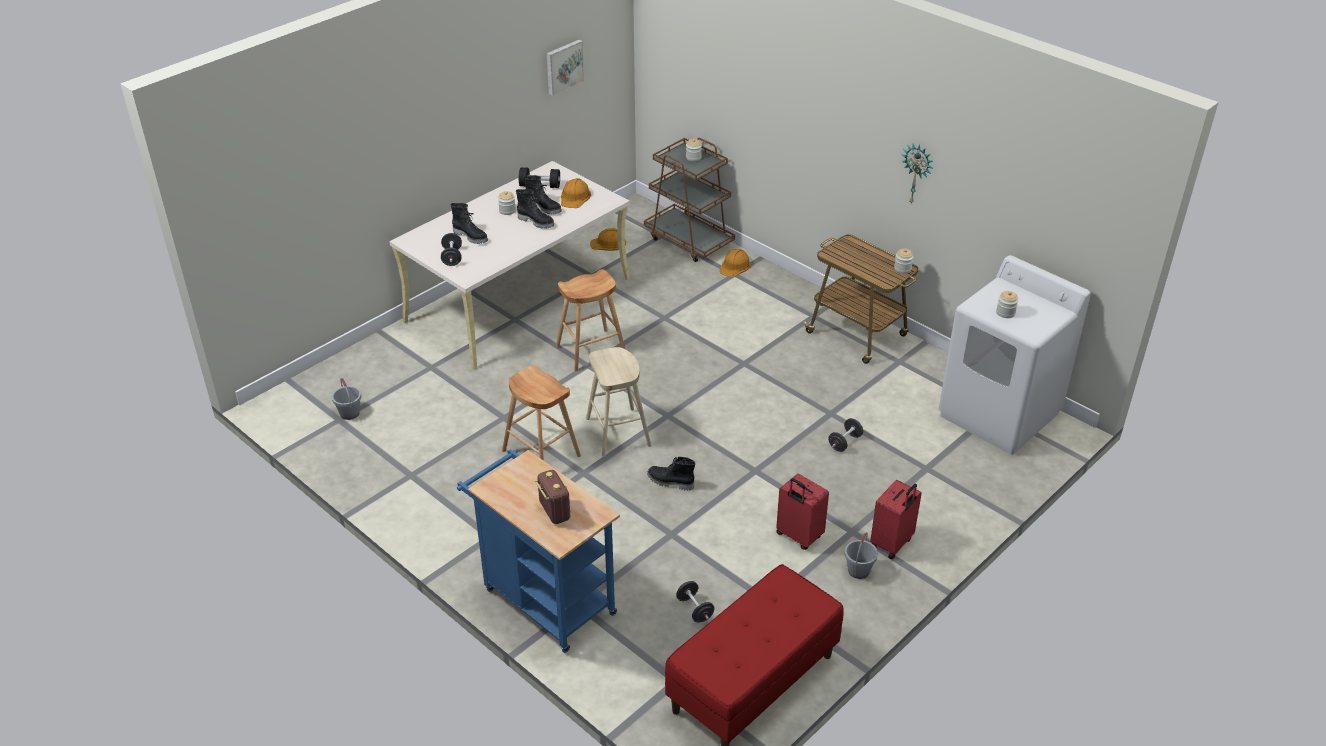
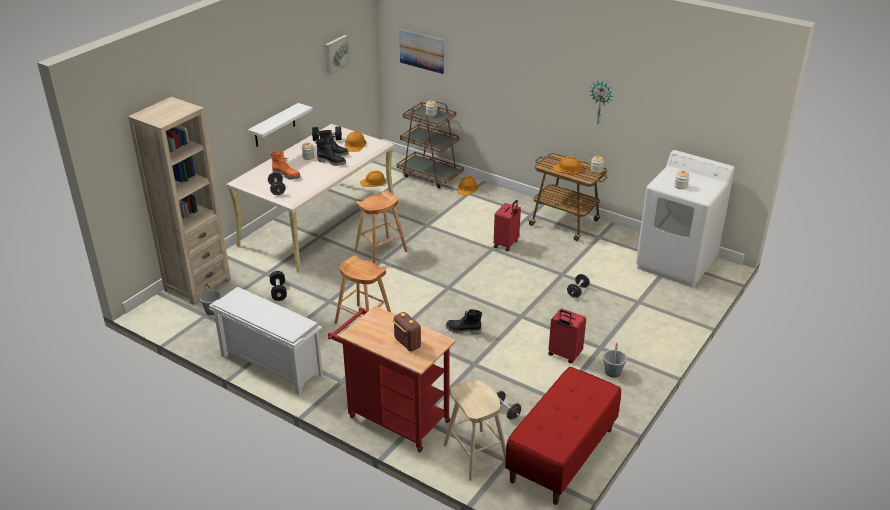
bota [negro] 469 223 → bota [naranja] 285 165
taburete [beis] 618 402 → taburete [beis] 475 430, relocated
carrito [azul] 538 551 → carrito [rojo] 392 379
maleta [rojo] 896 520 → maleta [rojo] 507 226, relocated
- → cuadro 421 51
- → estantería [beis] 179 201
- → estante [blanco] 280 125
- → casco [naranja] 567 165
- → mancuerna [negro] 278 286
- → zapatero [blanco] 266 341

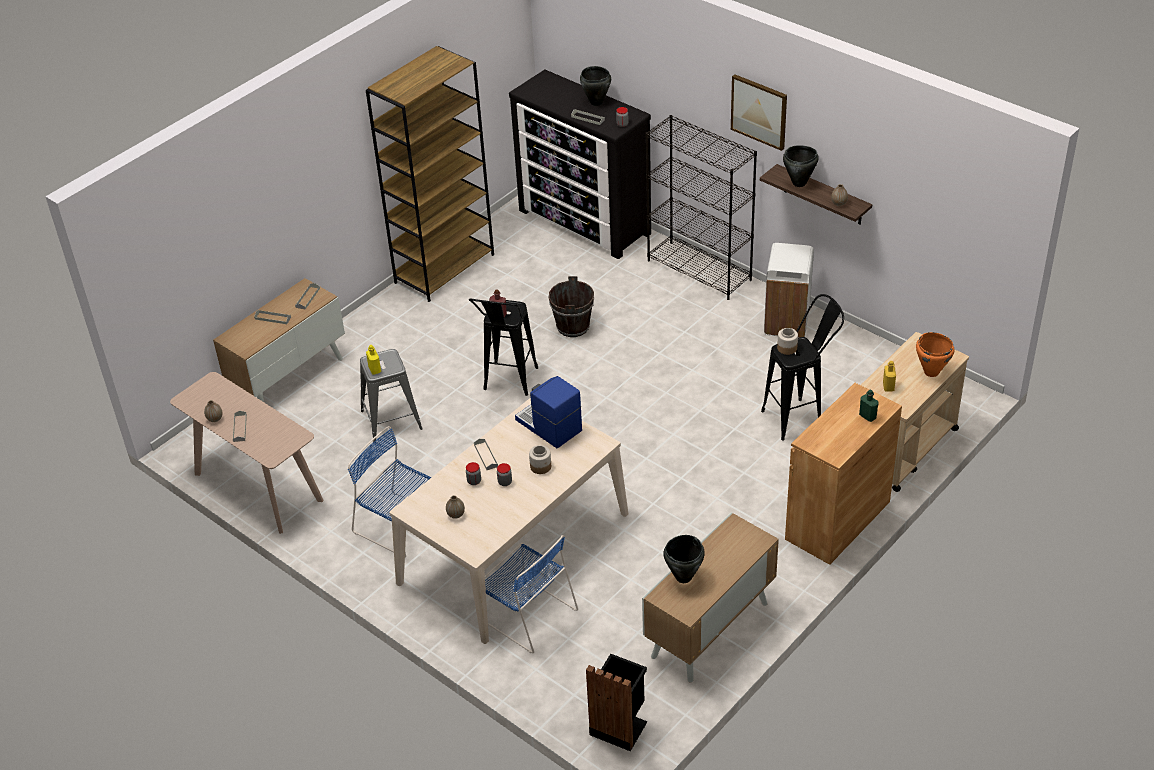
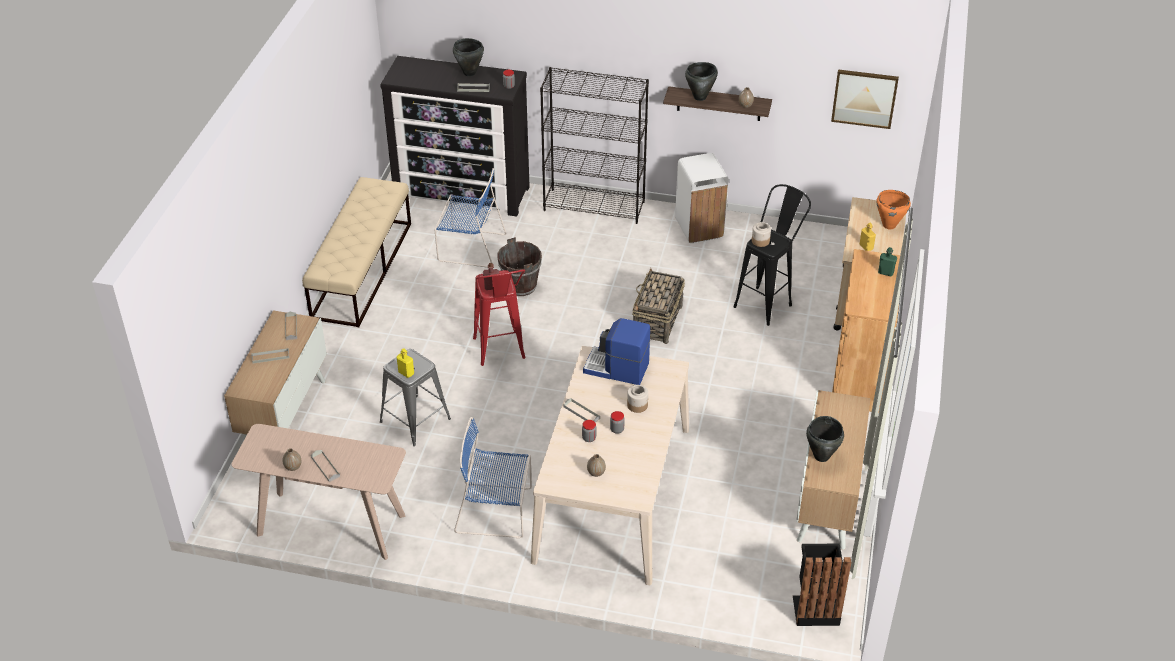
estantería [marrón] 430 174 → banco [beis] 356 252
cuadro 759 112 → cuadro 865 99, relocated
taburete [negro] 503 347 → taburete [rojo] 499 317
silla [azul] 531 594 → silla [azul] 470 218, relocated
- → cesta 658 306

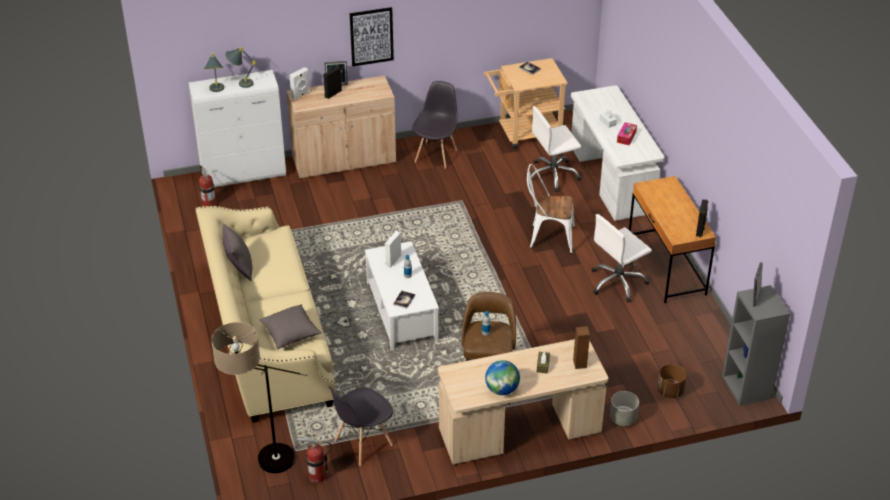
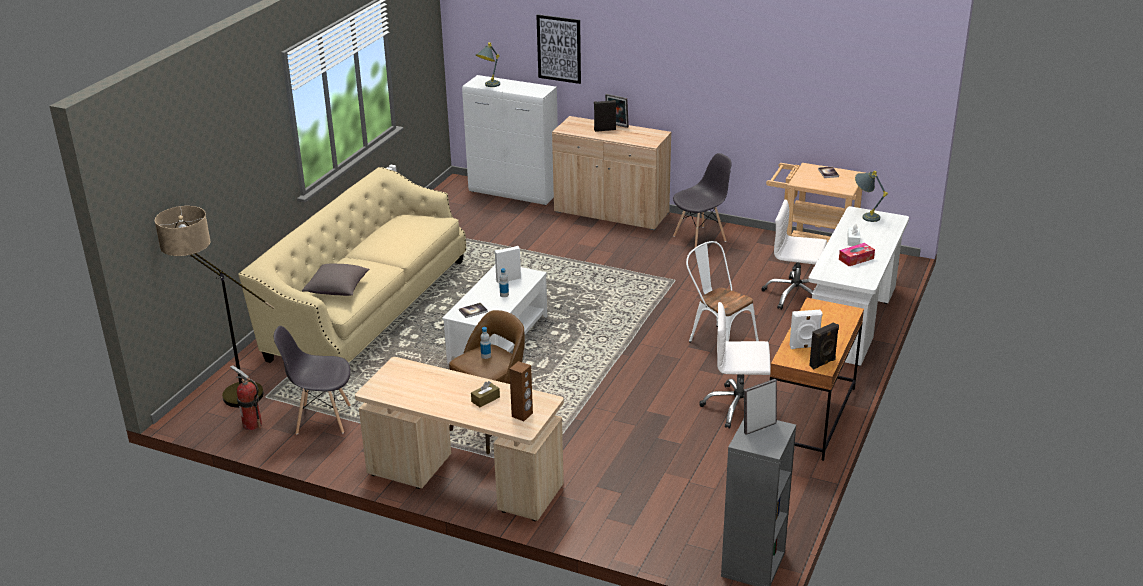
cuadro 372 36 → cuadro 558 49, relocated
lámpara de mesa [gris] 240 67 → lámpara de mesa [gris] 871 196, relocated
altavoz [blanco] 299 83 → altavoz [blanco] 806 329, relocated
extintor 207 185 → -
cojín [gris] 237 252 → -
globo terráqueo 502 377 → -
maceta [marrón] 672 381 → -
maceta [gris] 624 408 → -

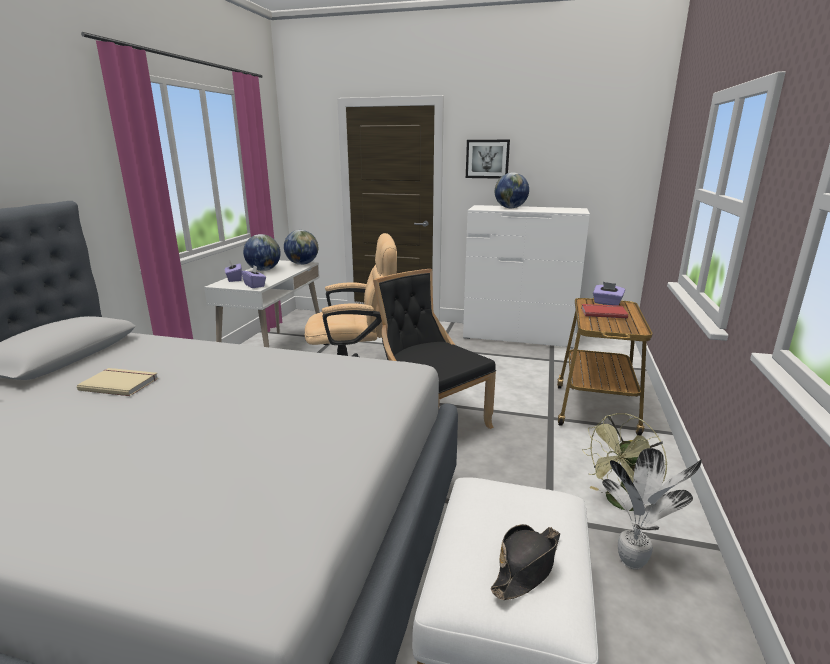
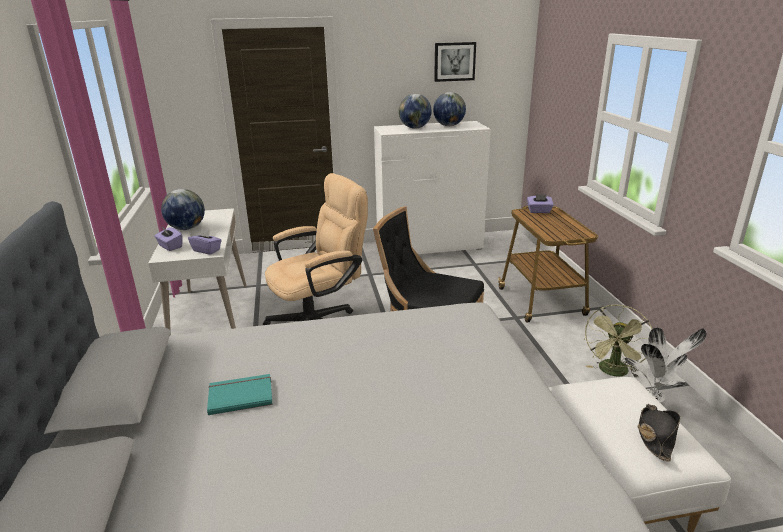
cuadro 488 159 → cuadro 455 62, relocated
globo terráqueo 301 247 → globo terráqueo 449 109, relocated
libro [rojo] 604 311 → -
libro [beis] 117 382 → libro [turquesa] 240 394

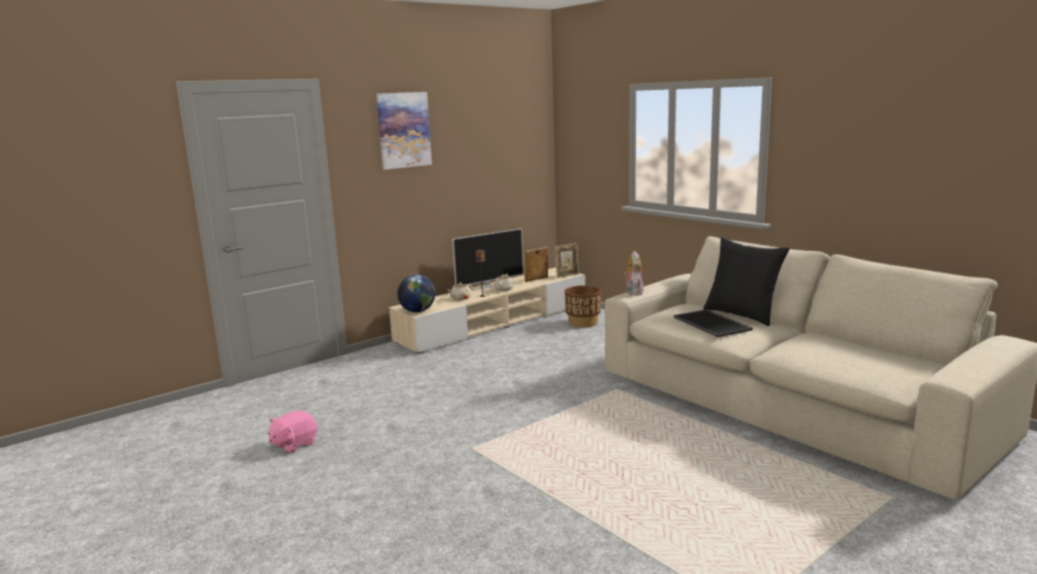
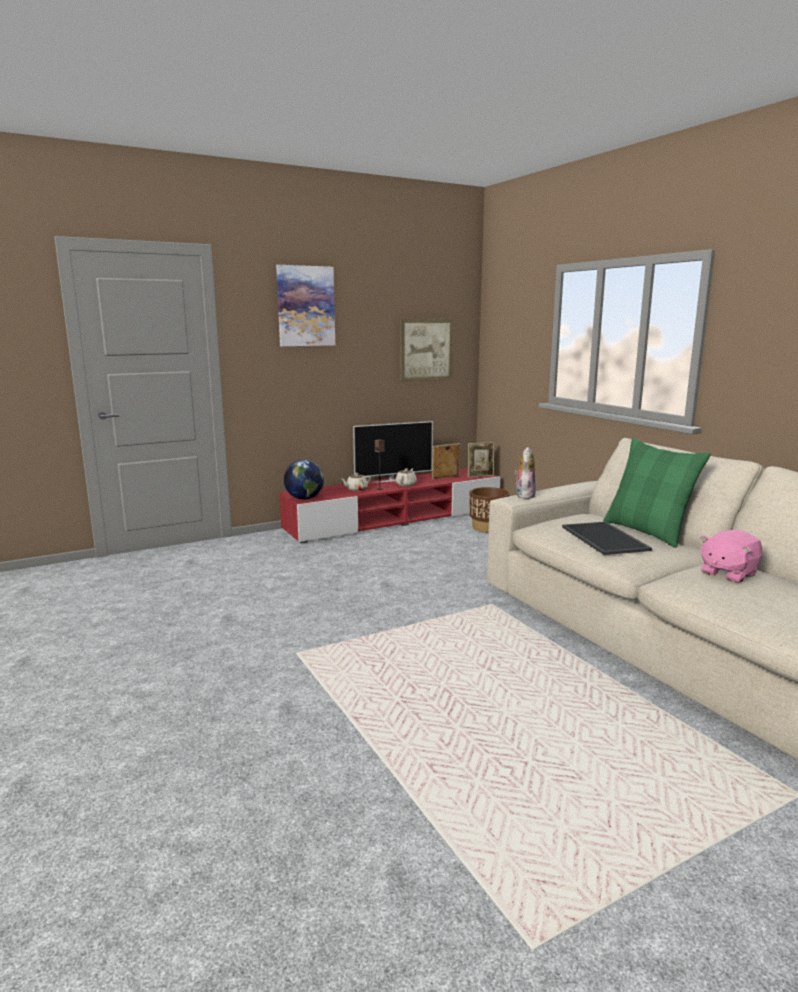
cojín [negro] 746 281 → cojín [verde] 657 493
mueble de televisión [beis] 487 311 → mueble de televisión [rojo] 389 505
peluche [rosa] 293 431 → peluche [rosa] 731 556, relocated
- → cuadro 427 350

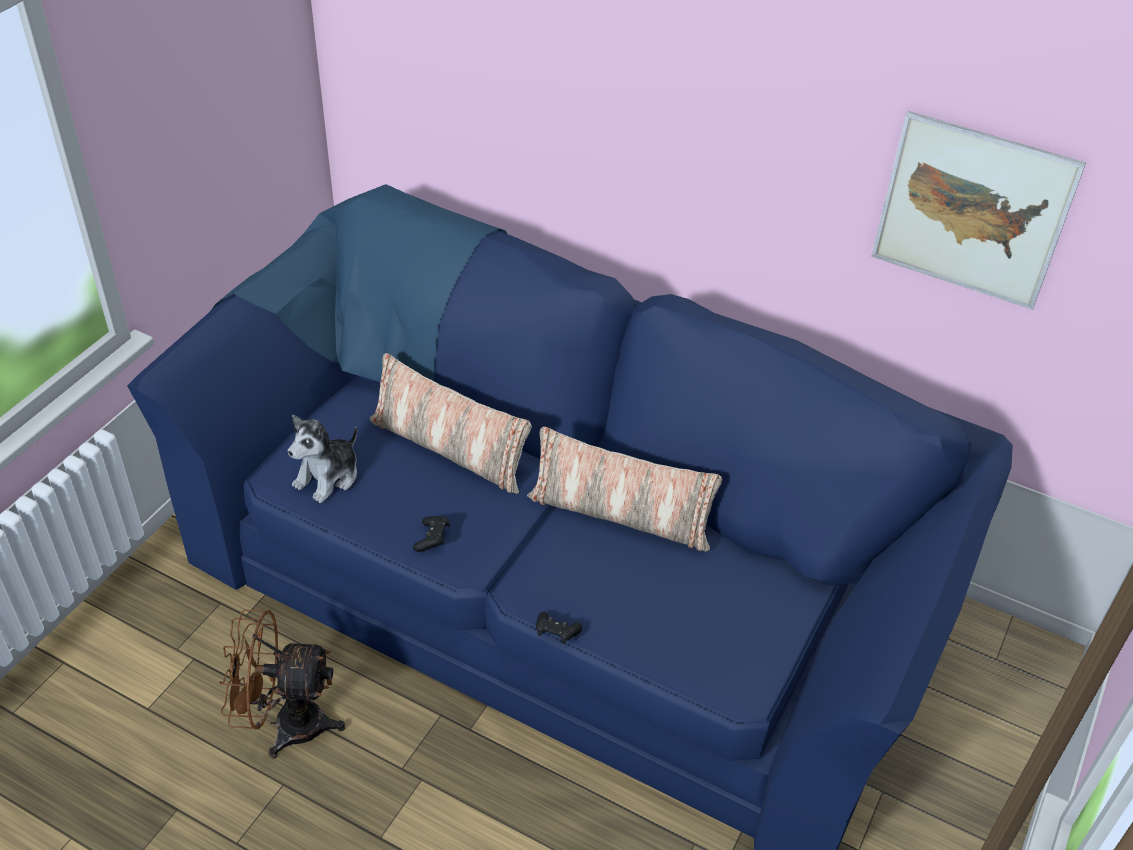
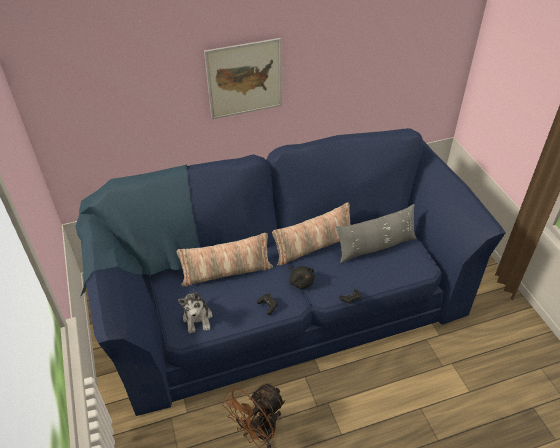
cuadro 978 210 → cuadro 243 78, relocated
- → cojín [gris] 376 233
- → peluche [negro] 301 277

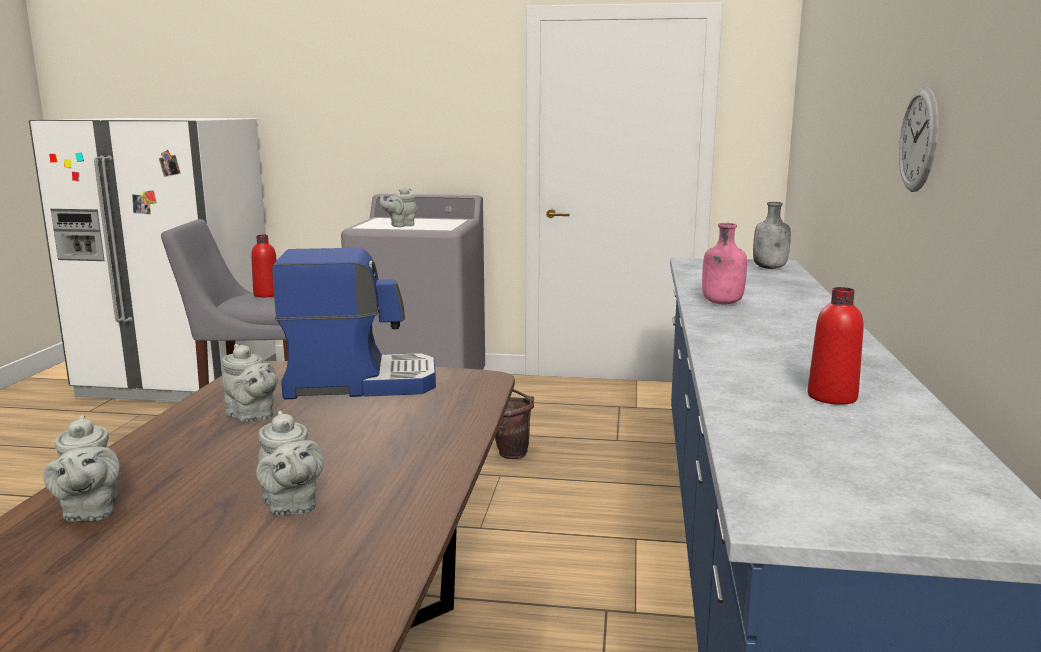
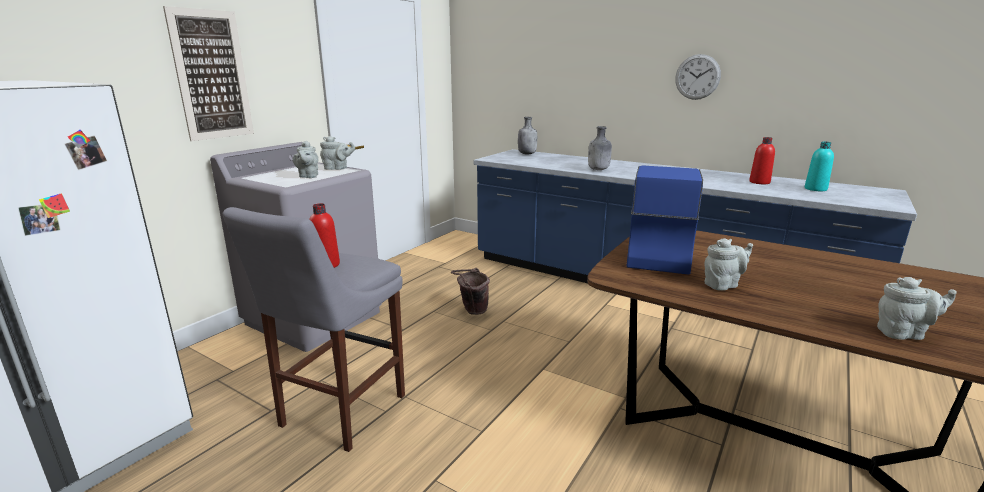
botella [rosa] 724 264 → botella [gris] 600 148
tetera [gris] 290 462 → tetera [gris] 337 153, relocated
- → cuadro 208 73
- → botella [turquesa] 819 166

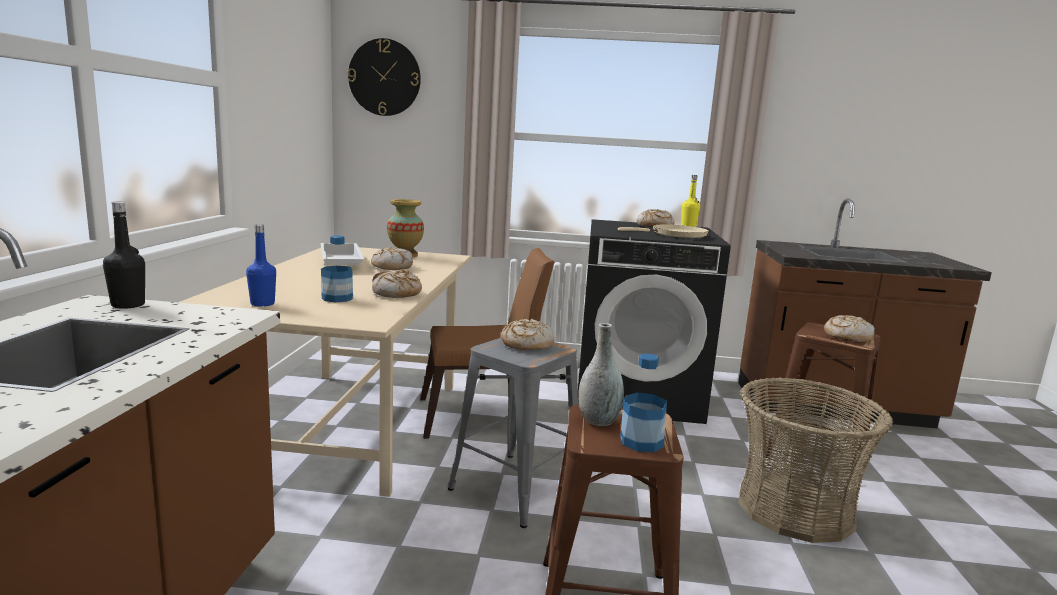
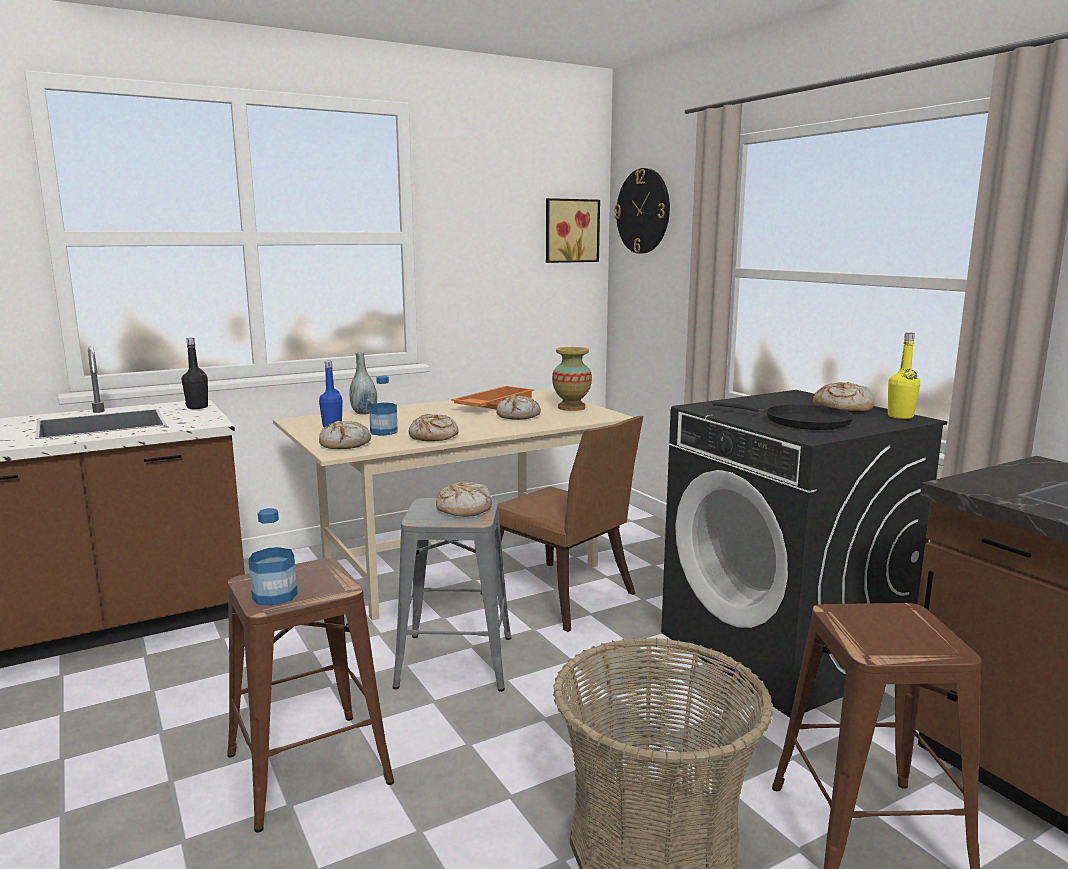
sartén [beis] 663 231 → sartén [negro] 783 415
bandeja [blanco] 342 254 → bandeja [naranja] 492 397
pan 849 328 → pan 345 435, relocated
florero [gris] 601 374 → florero [gris] 363 383, relocated
- → cuadro 573 230

